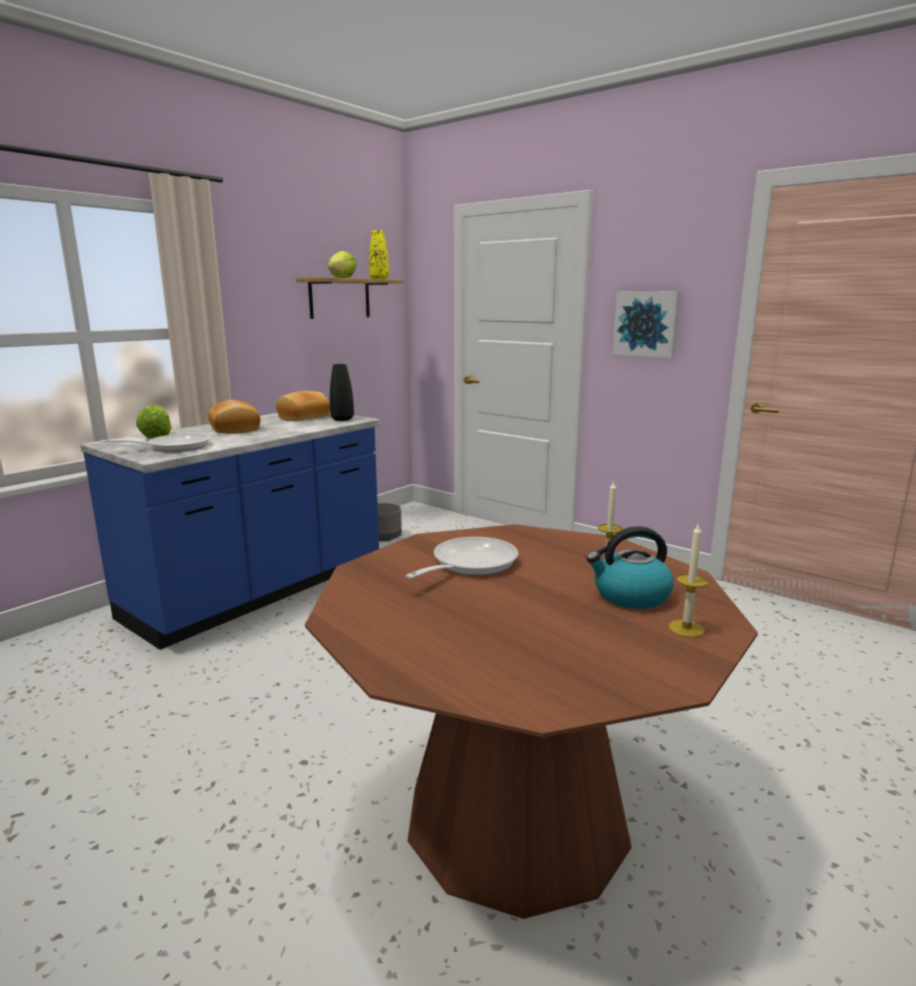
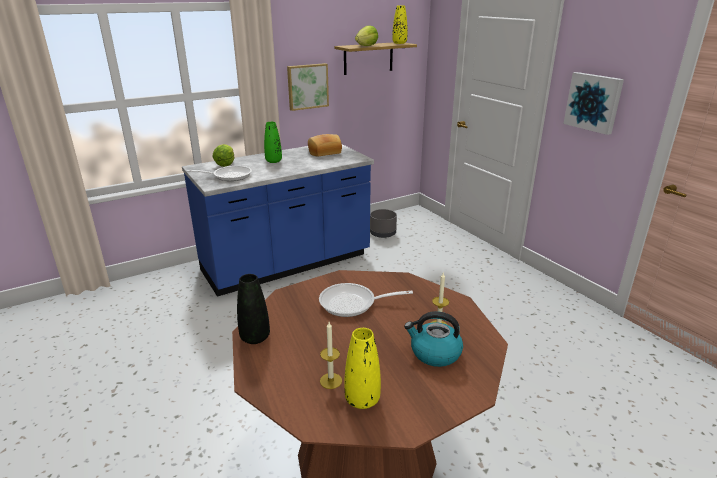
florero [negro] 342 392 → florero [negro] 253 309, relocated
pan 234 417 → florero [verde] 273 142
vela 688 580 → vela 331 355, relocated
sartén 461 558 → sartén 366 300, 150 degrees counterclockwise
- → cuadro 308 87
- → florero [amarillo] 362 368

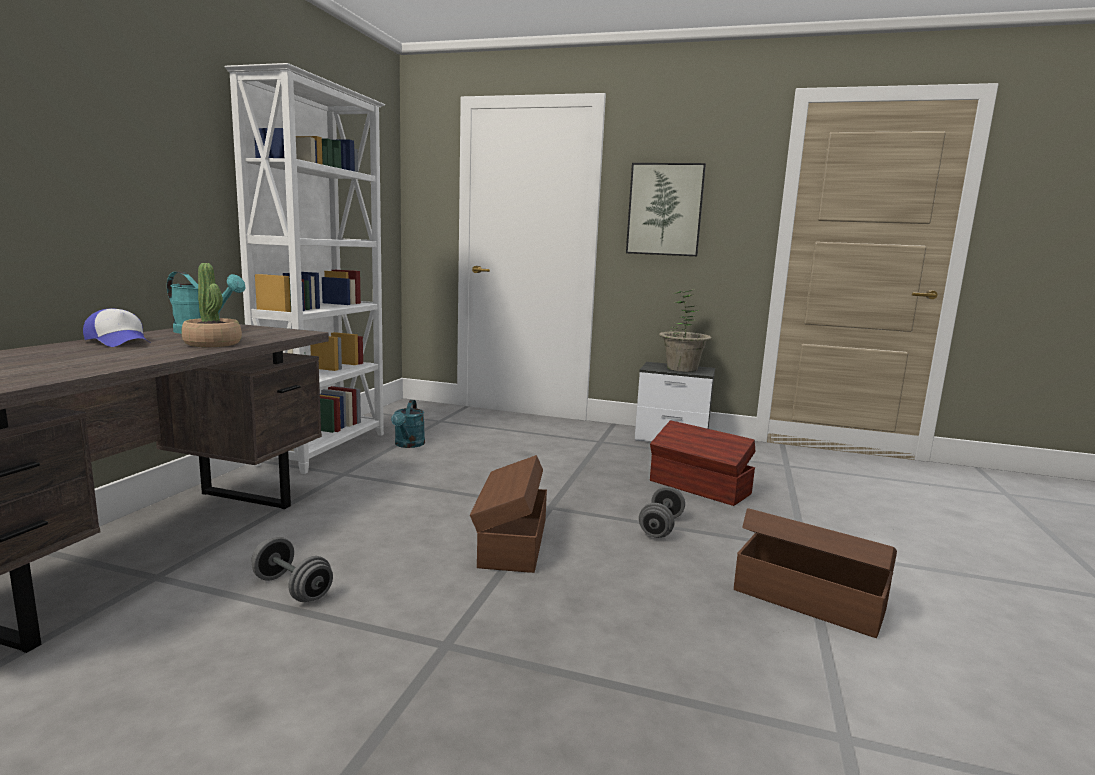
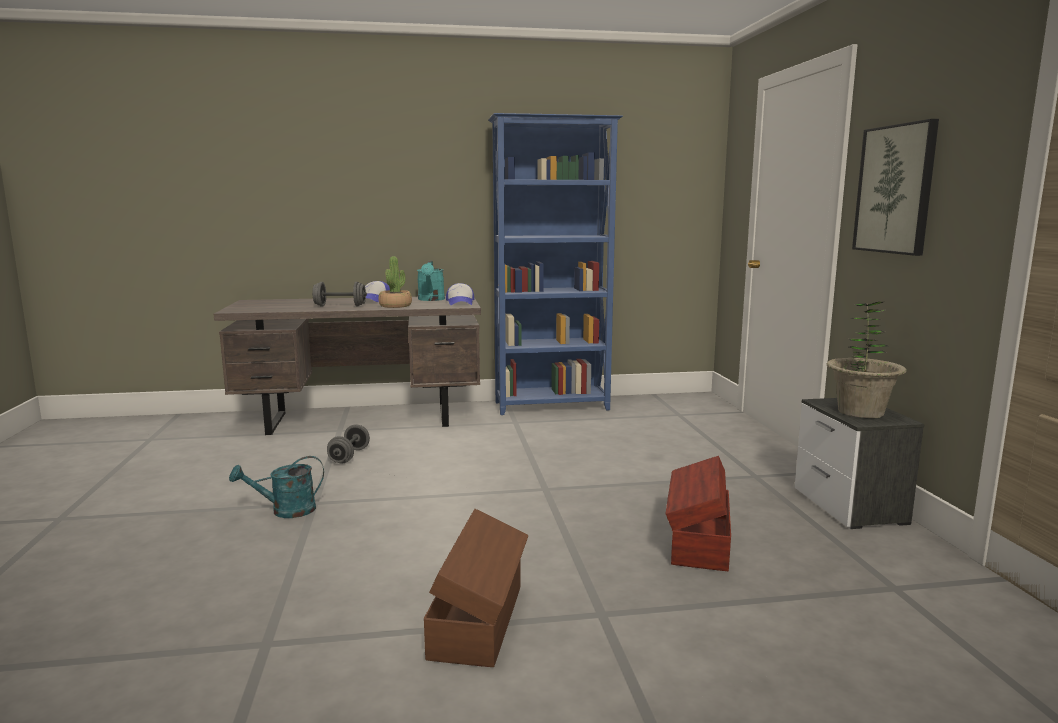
estantería [blanco] 305 268 → estantería [azul] 555 264
regadera [turquesa] 408 424 → regadera [turquesa] 276 487, relocated
caja de almacenaje [marrón] 508 514 → -
mancuerna [gris] 662 512 → mancuerna [gris] 339 294, relocated
- → gorra 460 294

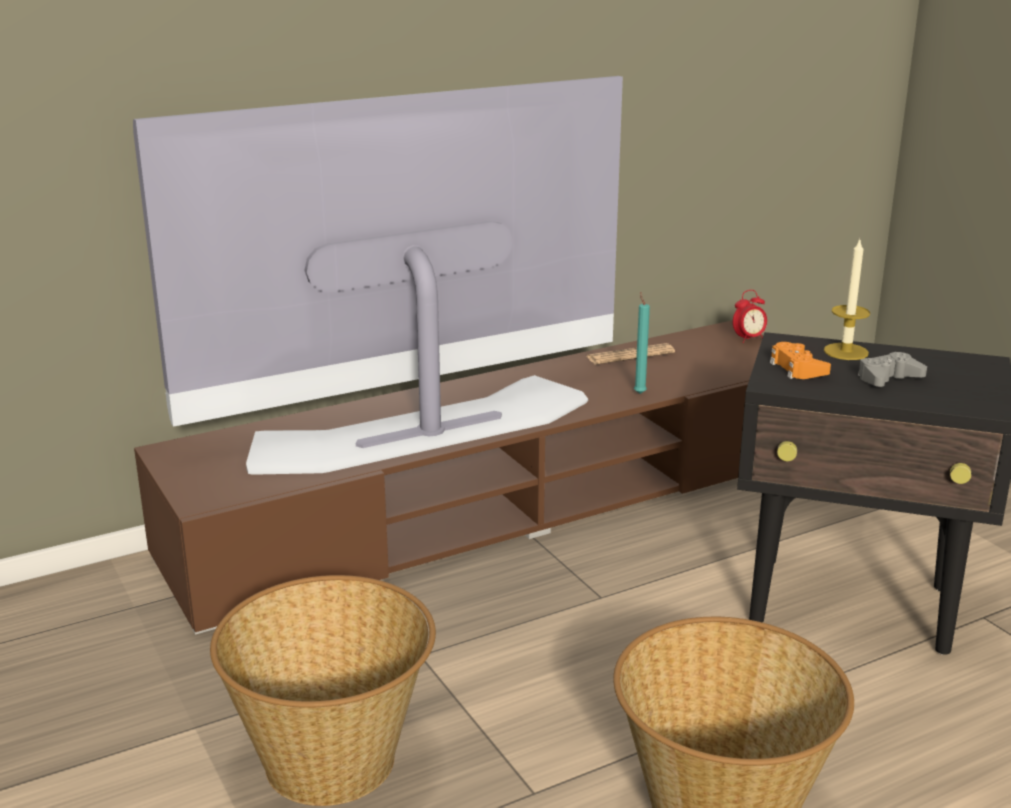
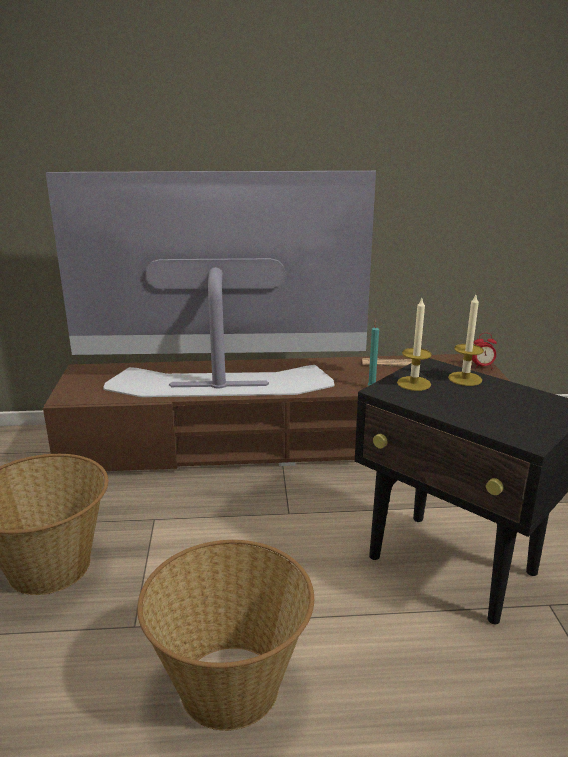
mando de consola [naranja] 800 360 → vela 414 344
mando de consola [gris] 892 369 → -

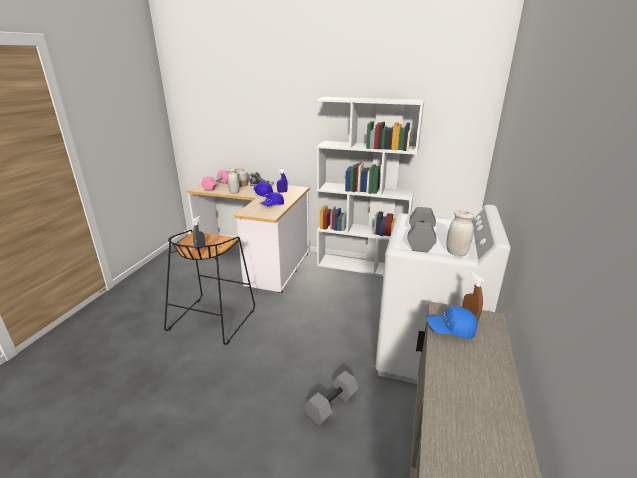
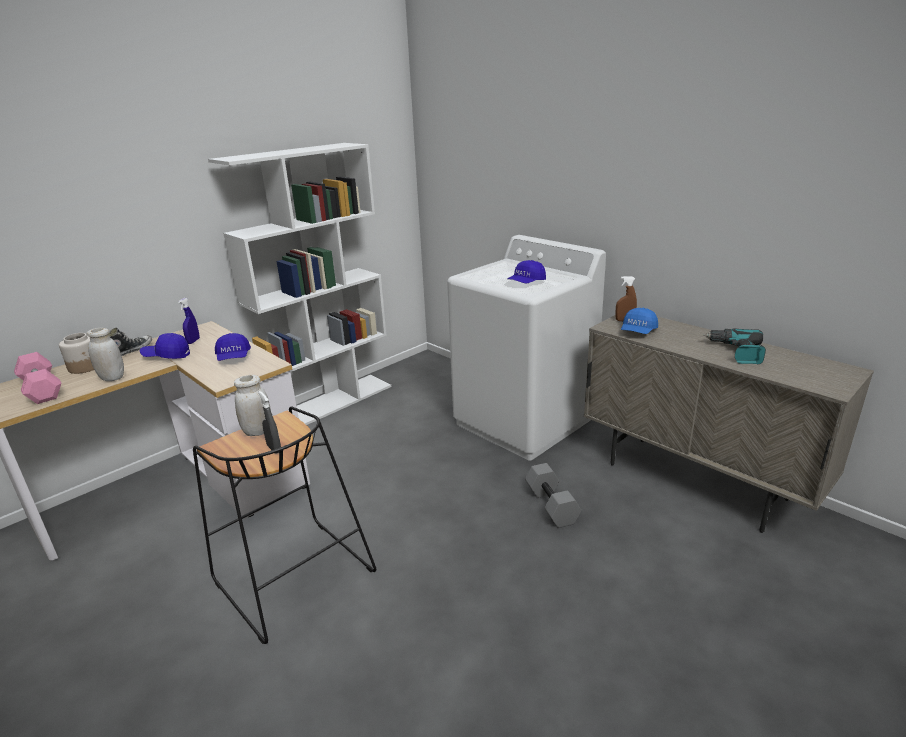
mancuerna [gris] 422 229 → gorra [azul] 527 271
tarro [blanco] 460 233 → tarro [blanco] 252 405, relocated
- → taladro 734 347

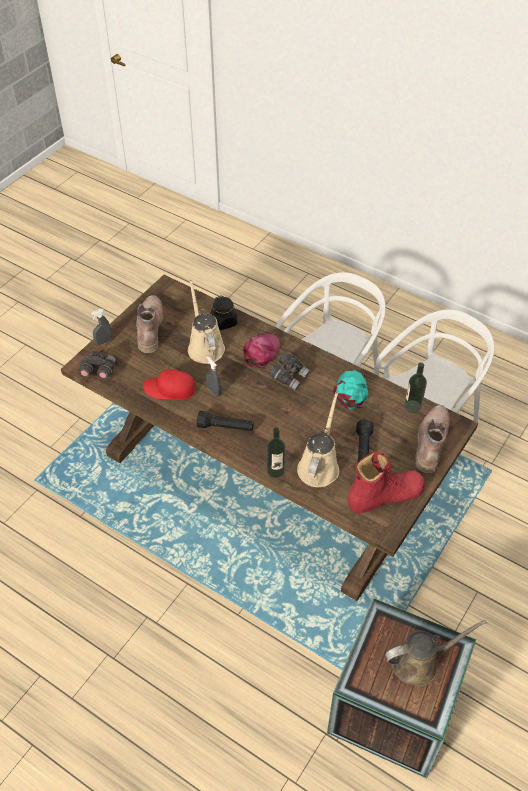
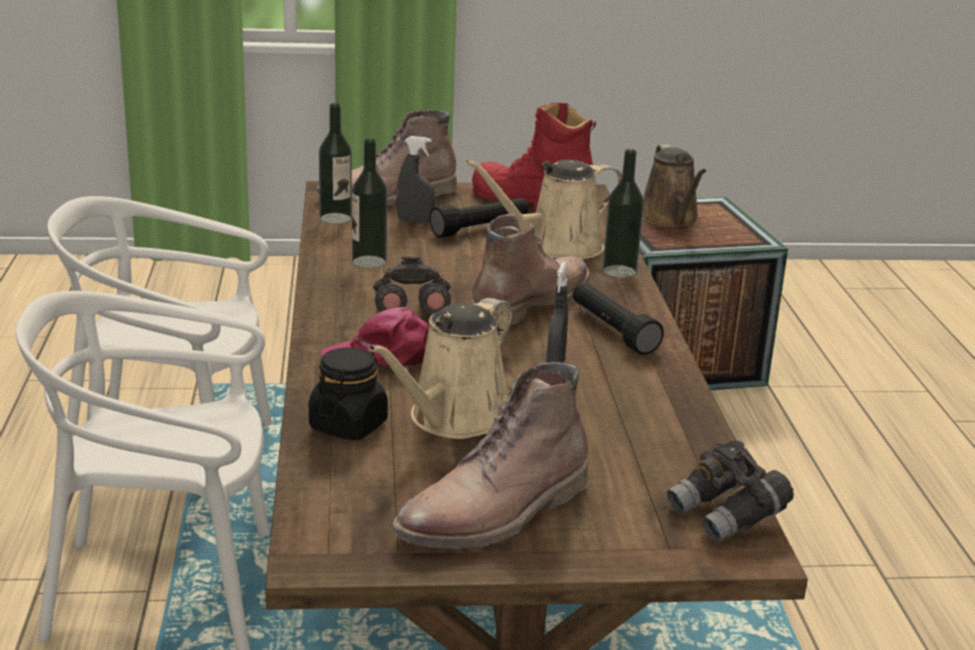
pulverizador [gris] 101 327 → pulverizador [gris] 415 180, relocated
gorra [rojo] 169 384 → -
gorra [turquesa] 350 390 → botella 370 204
regadera [marrón] 436 653 → regadera [marrón] 674 186, 135 degrees counterclockwise
- → bota [marrón] 530 270

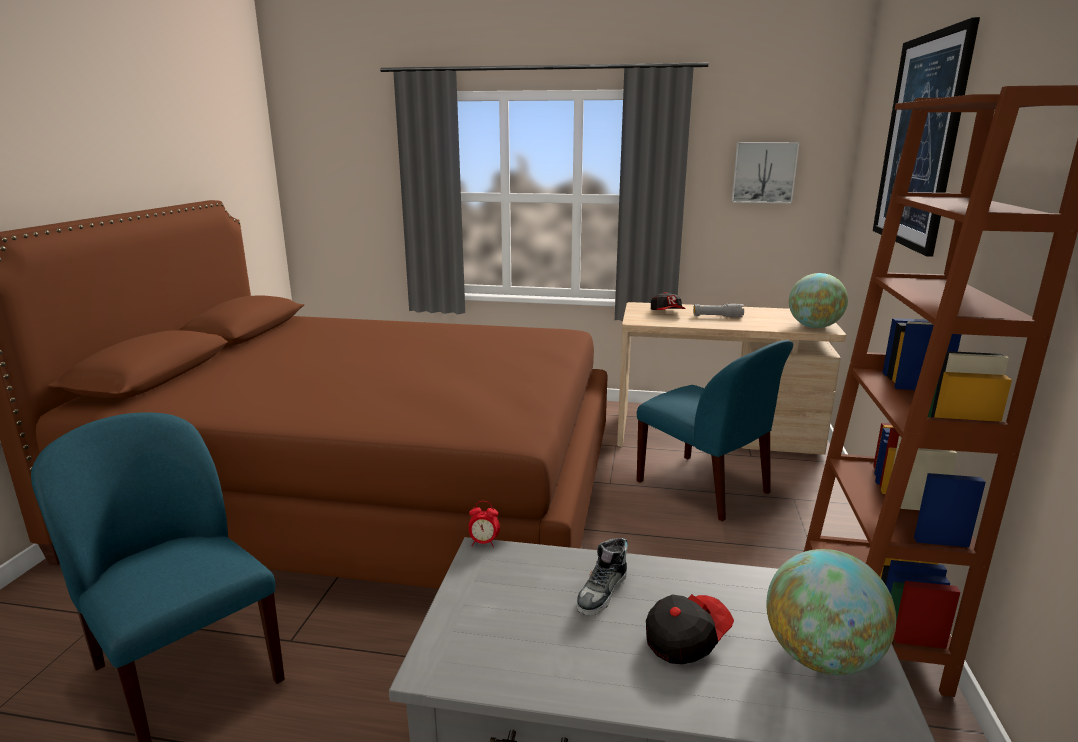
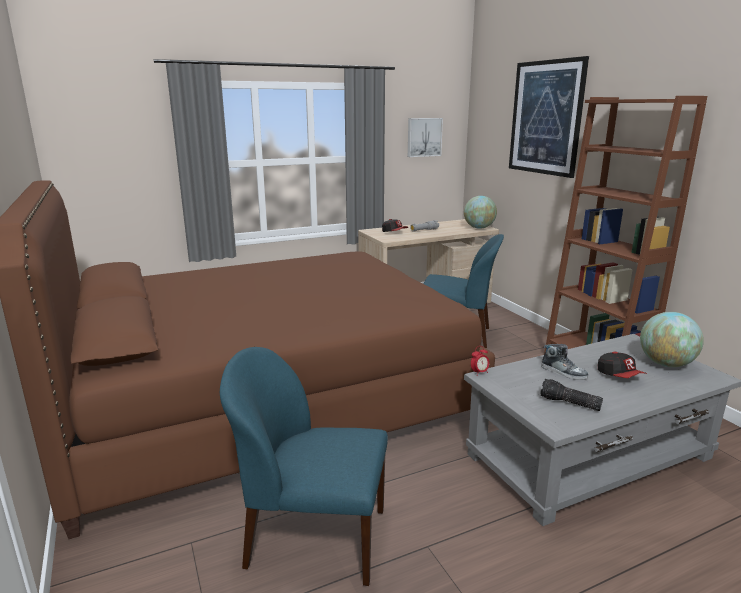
zapato 602 577 → zapato 564 362, 45 degrees counterclockwise
gorra 690 629 → gorra 622 365, 135 degrees clockwise
- → linterna 571 395

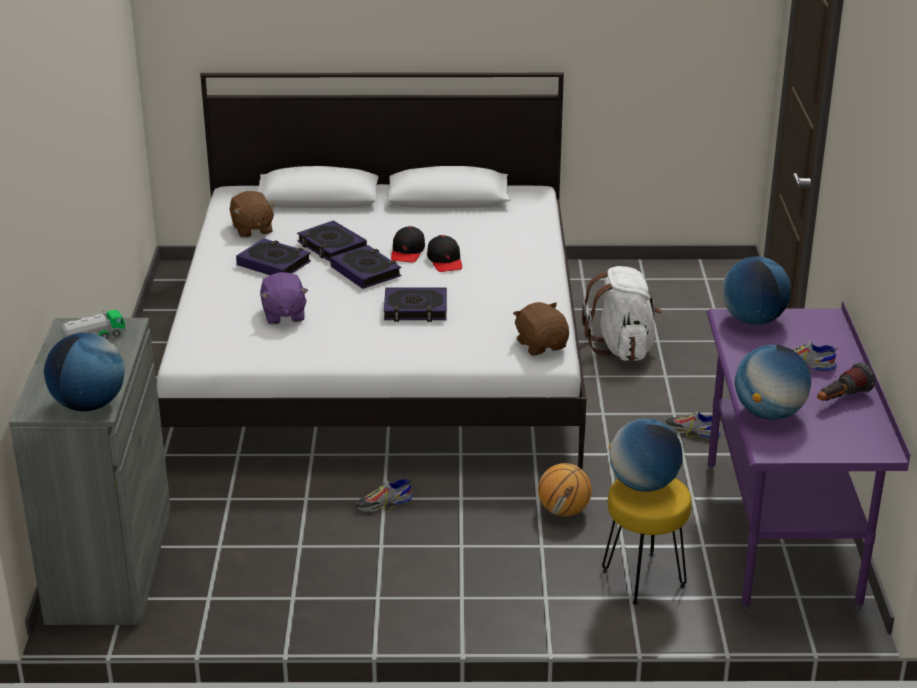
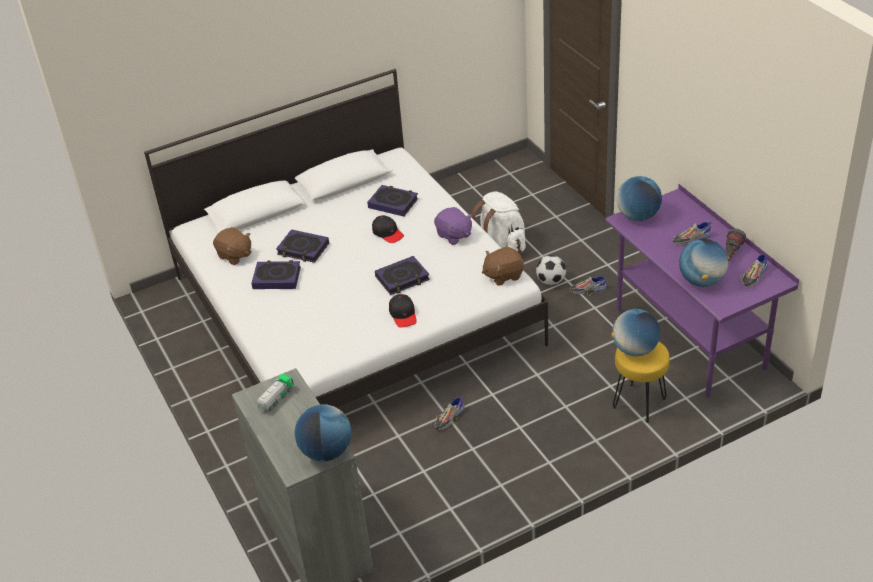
gorra [negro] 408 244 → gorra [negro] 403 310, relocated
libro 365 267 → libro 392 201, relocated
peluche [morado] 284 298 → peluche [morado] 453 226, relocated
peluche [marrón] 541 328 → peluche [marrón] 503 266, 60 degrees counterclockwise
balón de baloncesto 565 490 → -
- → zapato 754 270
- → balón de fútbol 551 270

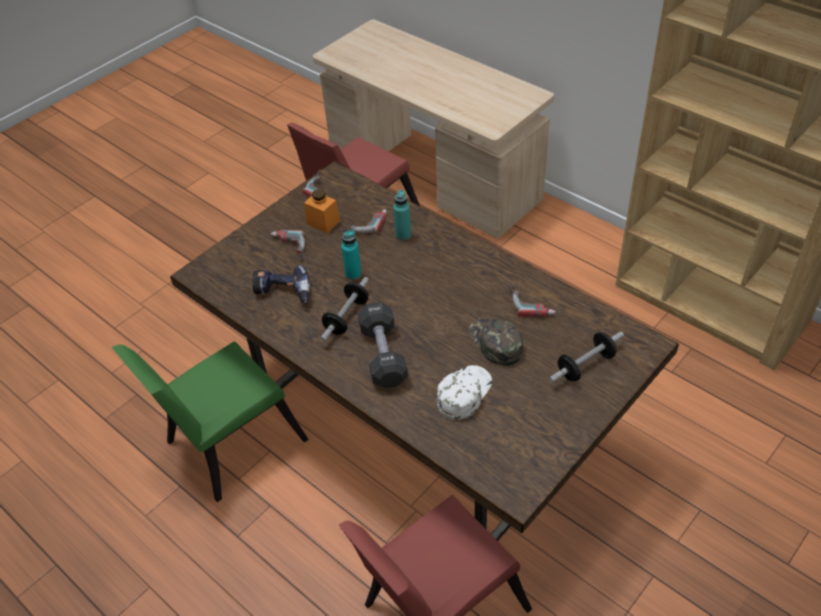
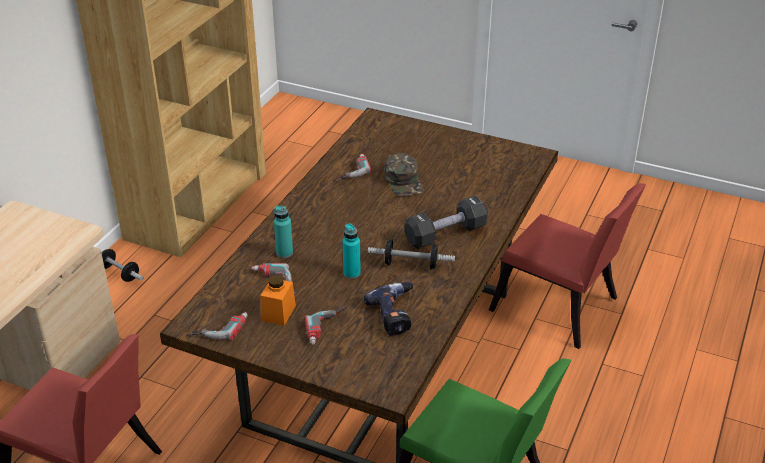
gorra [verde] 496 341 → gorra [verde] 404 175, 60 degrees counterclockwise
mancuerna 586 357 → mancuerna 122 265, relocated
gorra [blanco] 464 392 → -

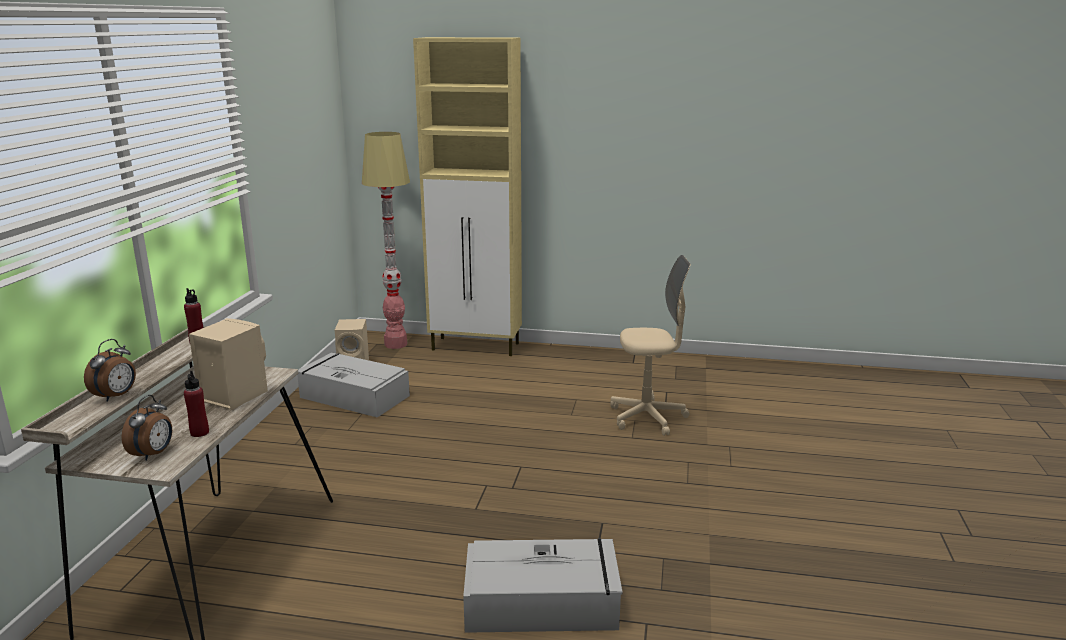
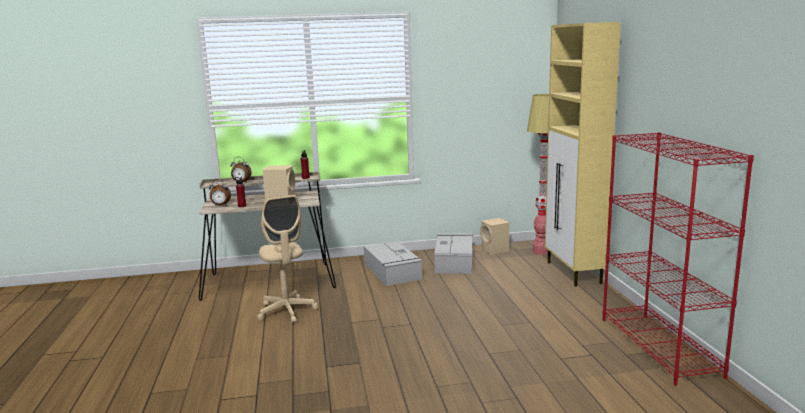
silla de oficina [beis] 650 345 → silla de oficina [beis] 287 259, relocated
caja de almacenaje [gris] 543 585 → caja de almacenaje [gris] 393 263, relocated
- → estantería [rojo] 678 259

